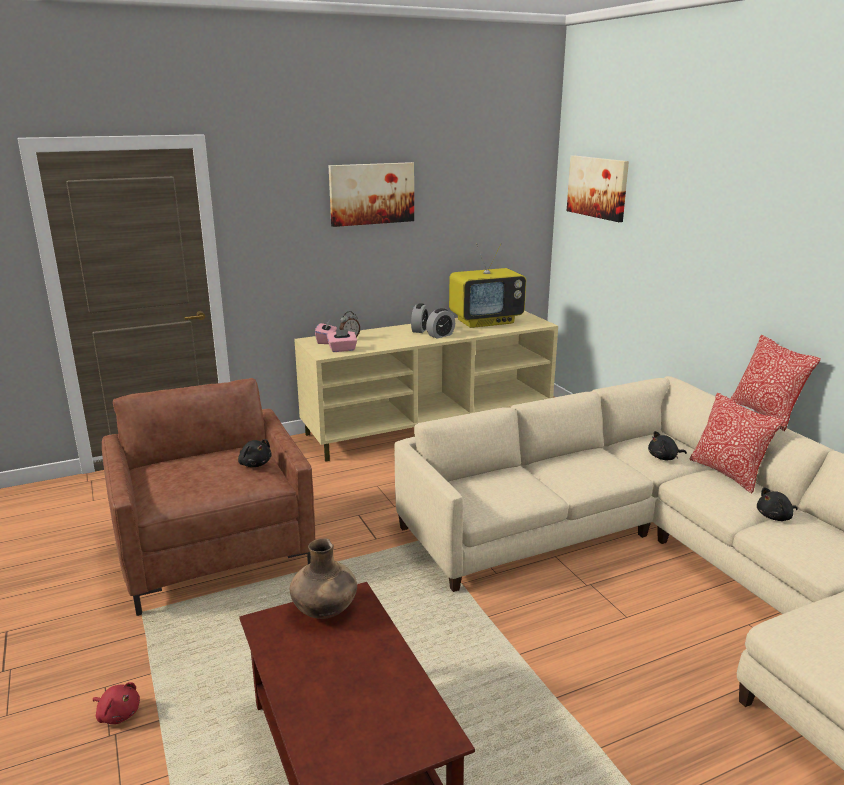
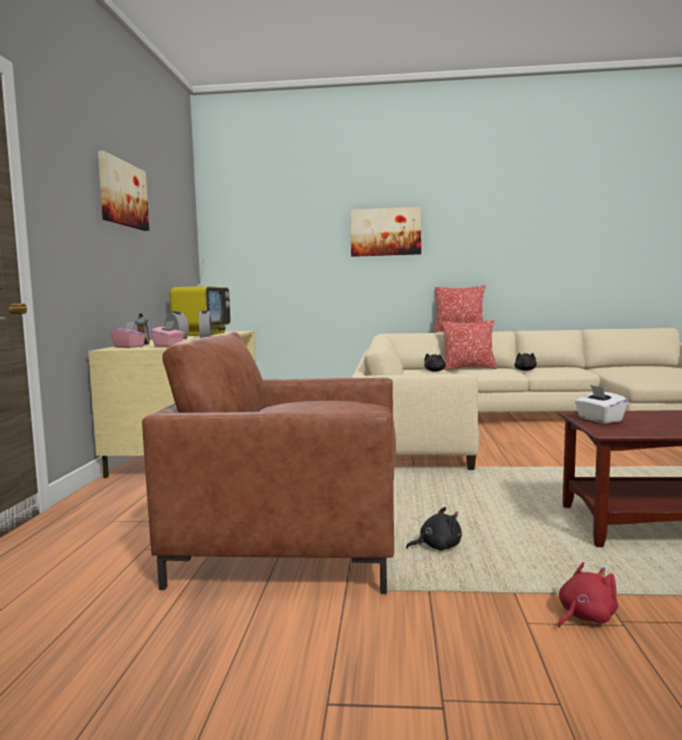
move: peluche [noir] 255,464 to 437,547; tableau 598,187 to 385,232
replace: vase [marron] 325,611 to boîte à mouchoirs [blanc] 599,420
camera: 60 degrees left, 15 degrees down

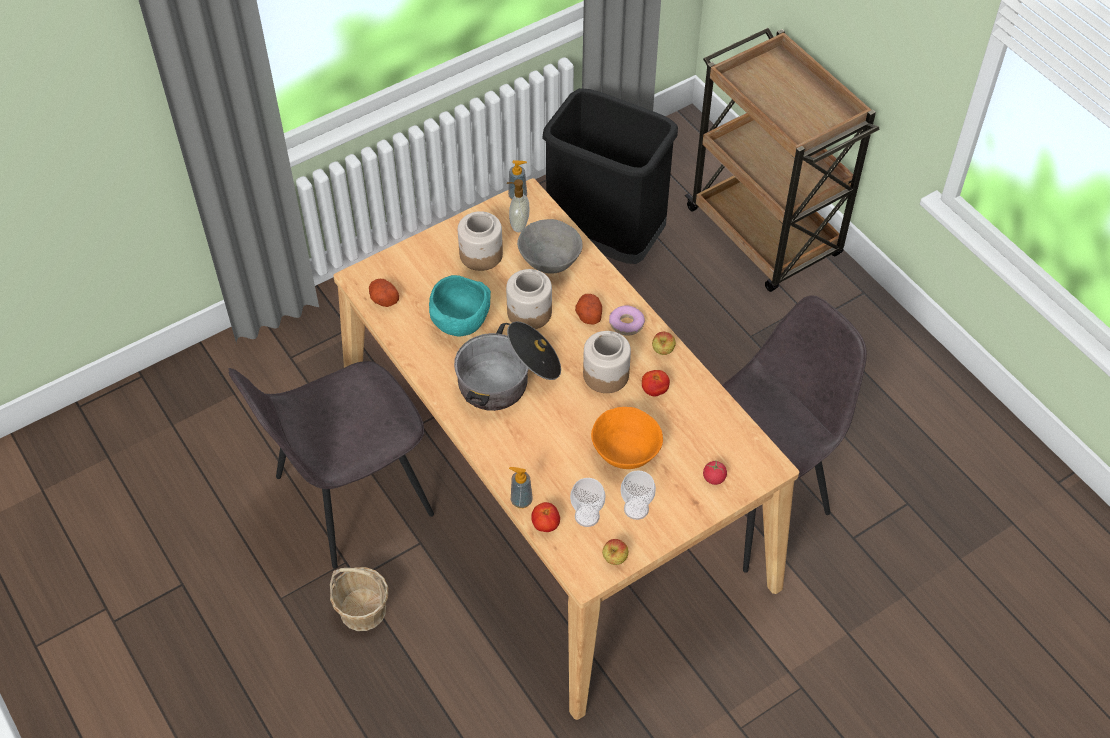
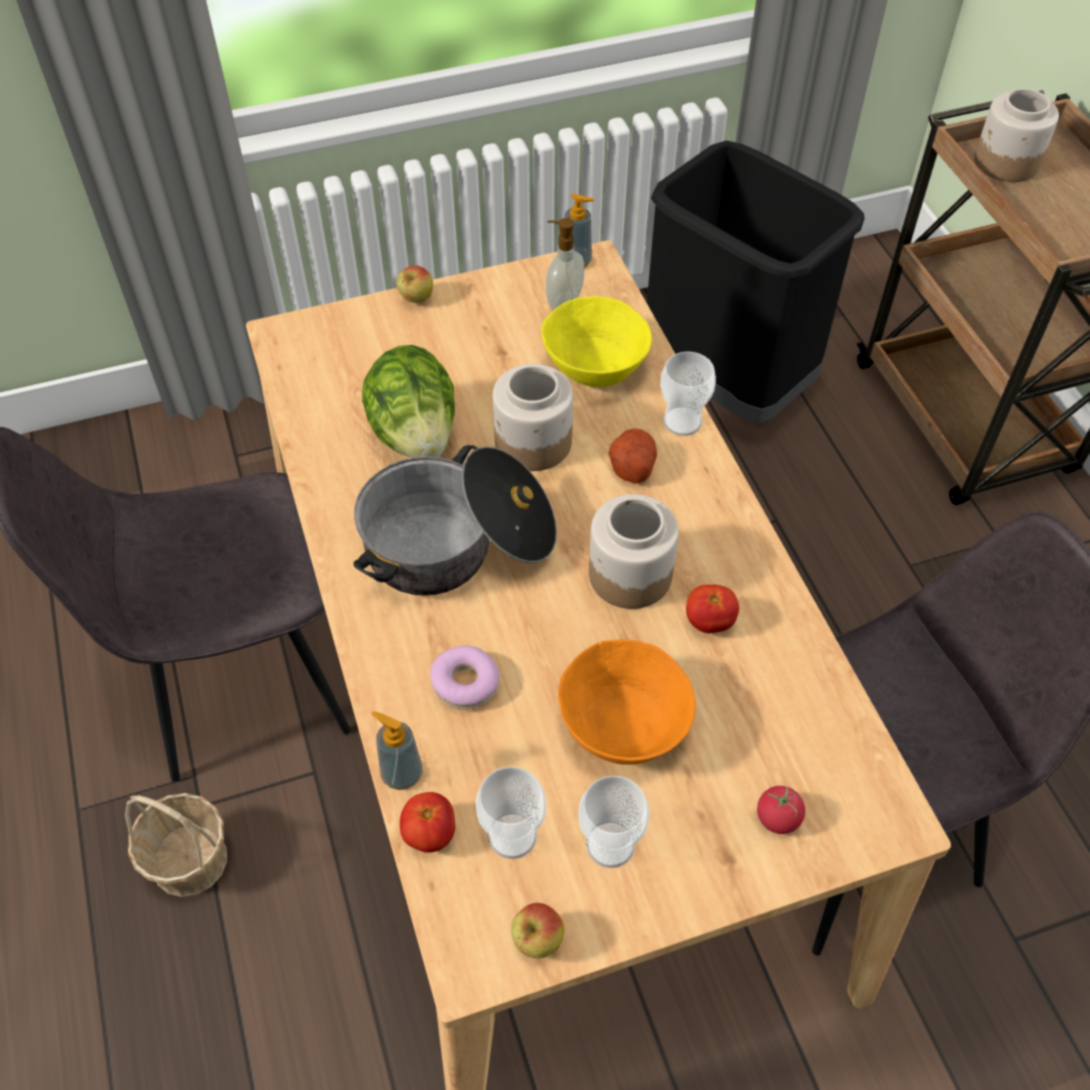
delete: pomme de terre 383,299
insert: tasse 682,421
move: bocal 481,255 to 1006,163; beignet 626,324 to 465,683; pomme 663,351 to 416,299
replace: bol [turquoise] 461,322 to laitue 415,434
recolor: bol [gris] 550,260 to bol [jaune] 596,367
camera: 15 degrees right, 0 degrees up

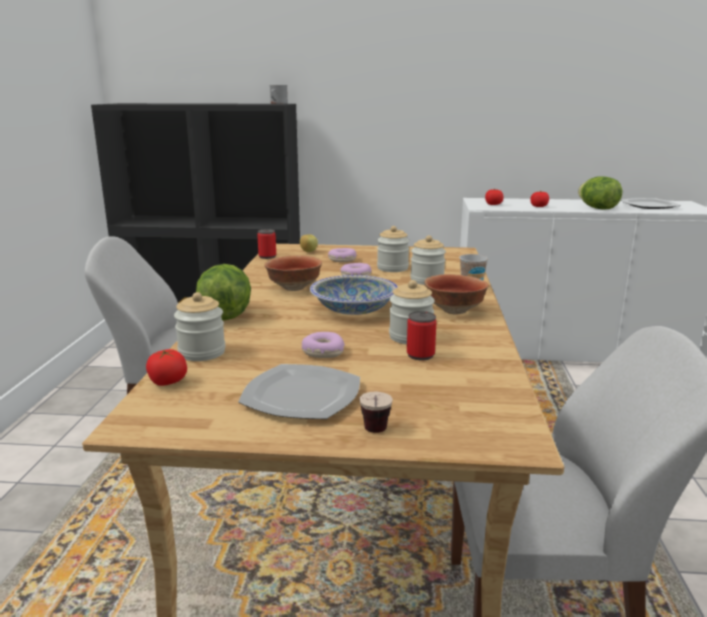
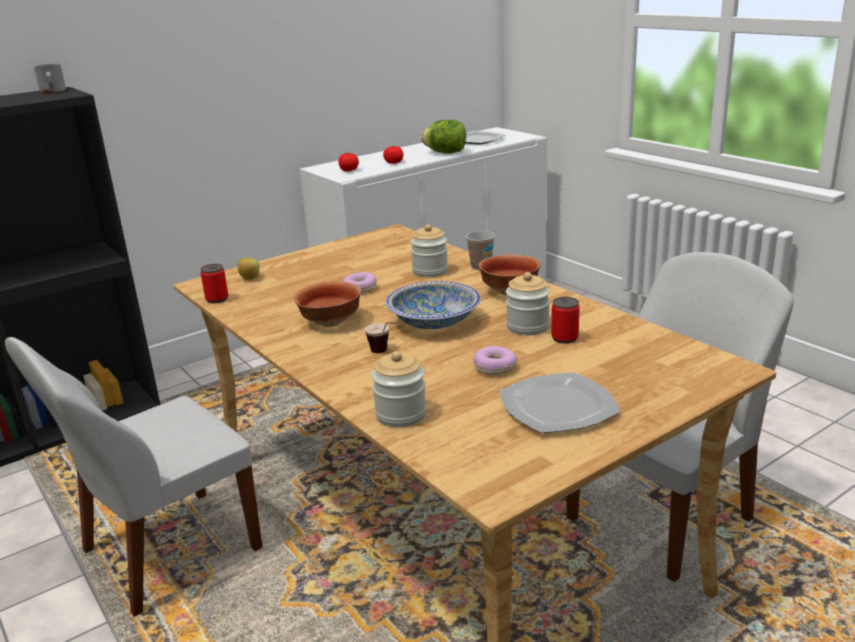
delete: tomate 168,382; laitue 225,315; beignet 342,260; bocal 392,268
move: tasse 375,435 to 384,353
camera: 40 degrees left, 5 degrees up

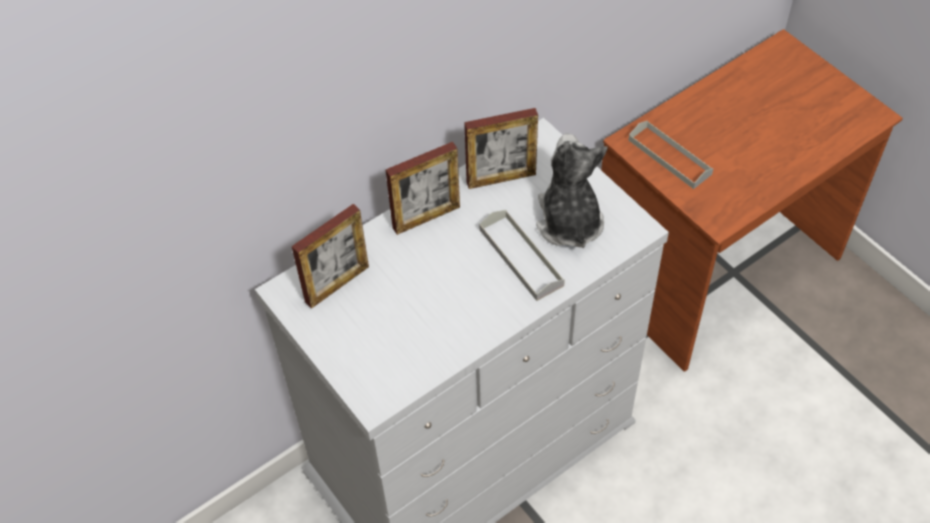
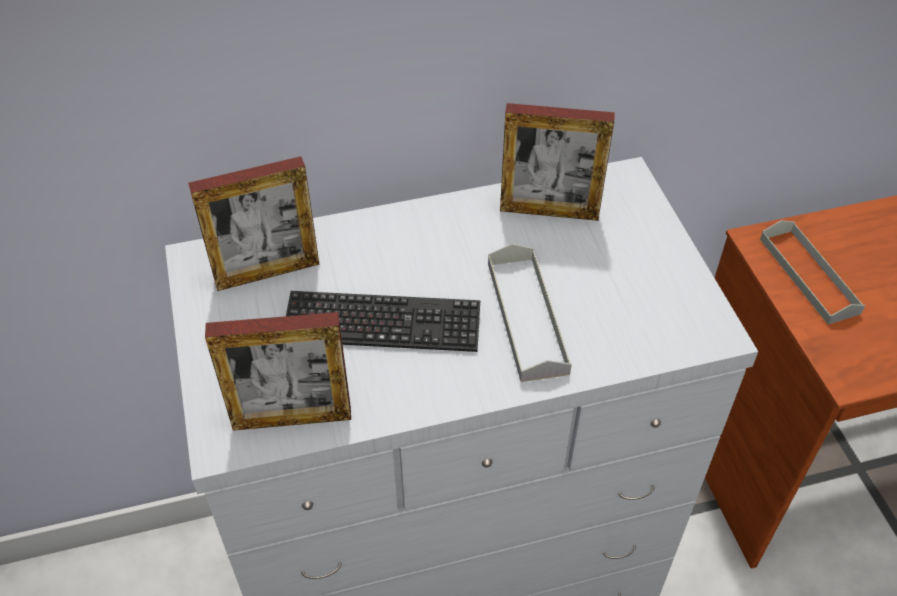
delete: peluche 569,221
insert: clavier 382,324
move: cadre photo 426,217 to 292,418
camera: 20 degrees right, 5 degrees down

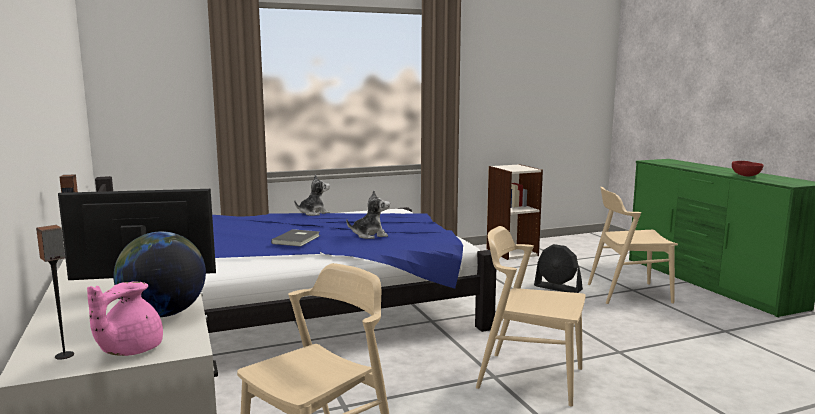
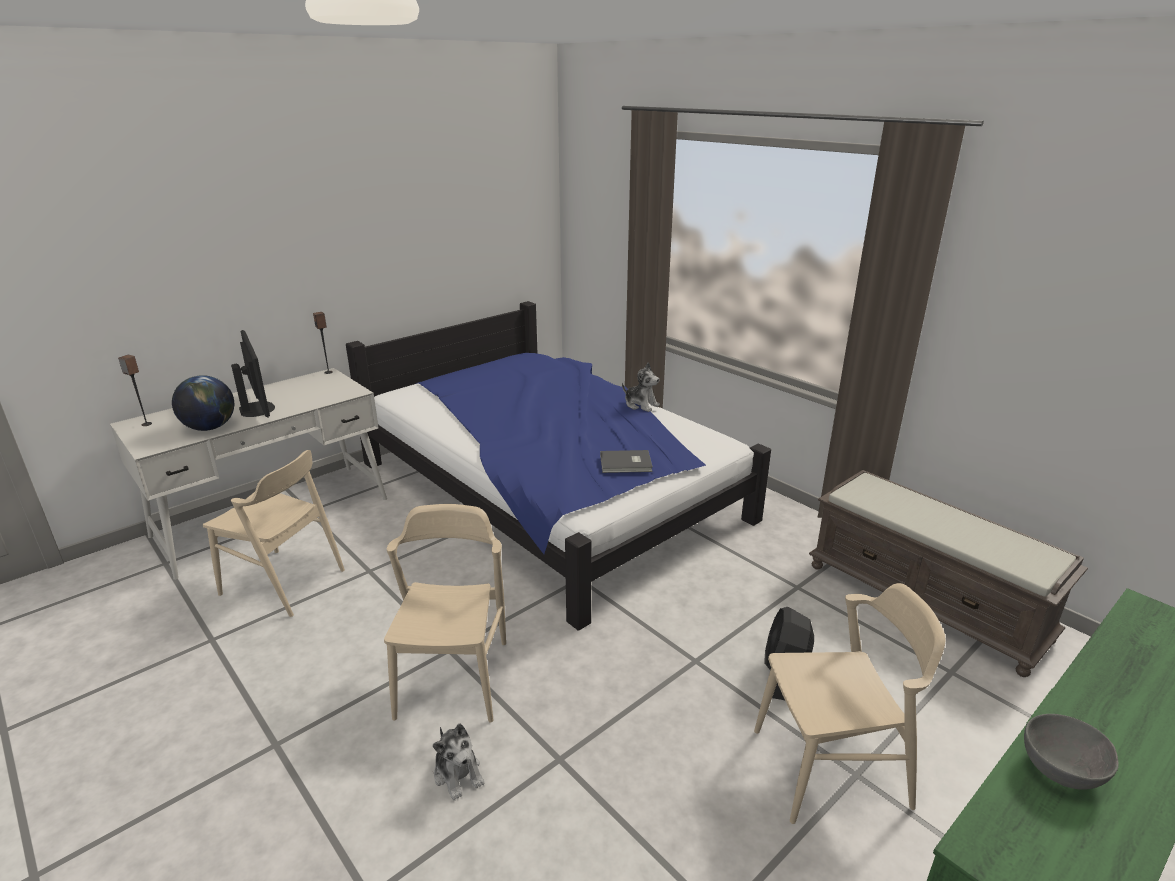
delete: théière [rose] 129,350
move: livre [gris] 297,239 to 626,464; peluche 370,235 to 458,773
replace: bibliothèque 511,252 to banc [marron] 926,601
recolor: bol [rouge] 746,176 to bol [gris] 1063,771
rotate: chaise [beige] 628,293 = 831,768 105 degrees clockwise
camera: 70 degrees right, 15 degrees up

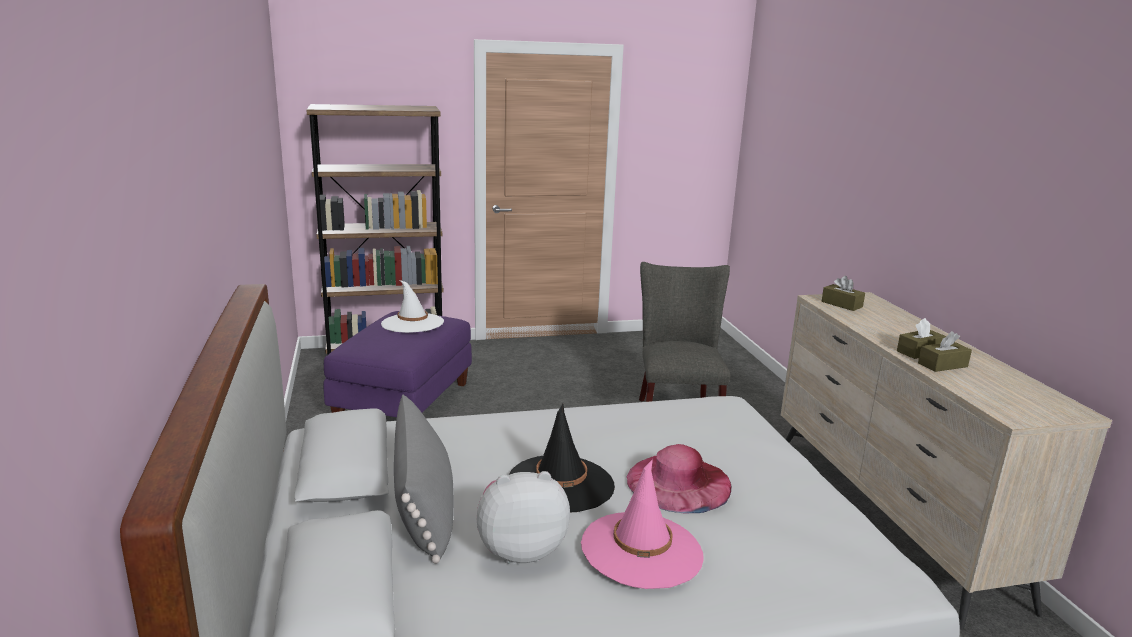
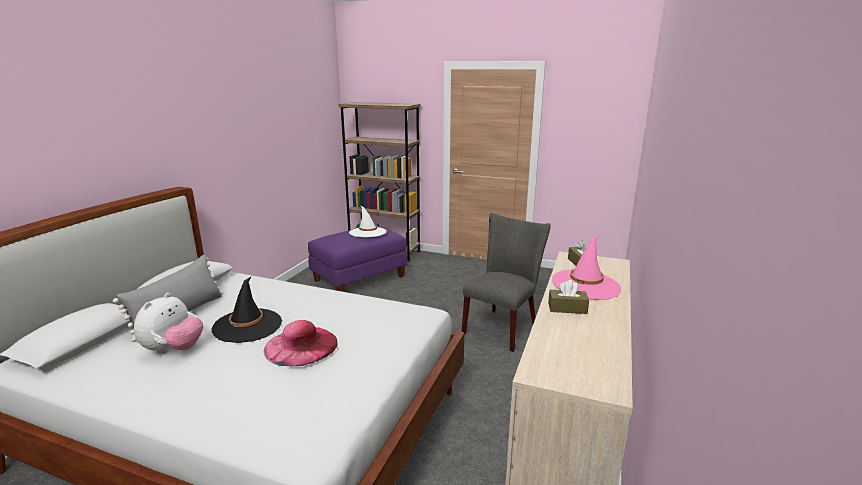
delete: boîte à mouchoirs [marron] 942,365
move: chapeau [rose] 641,550 to 586,285
rotate: peluche 520,550 = 174,350 90 degrees clockwise
camera: 35 degrees right, 0 degrees up

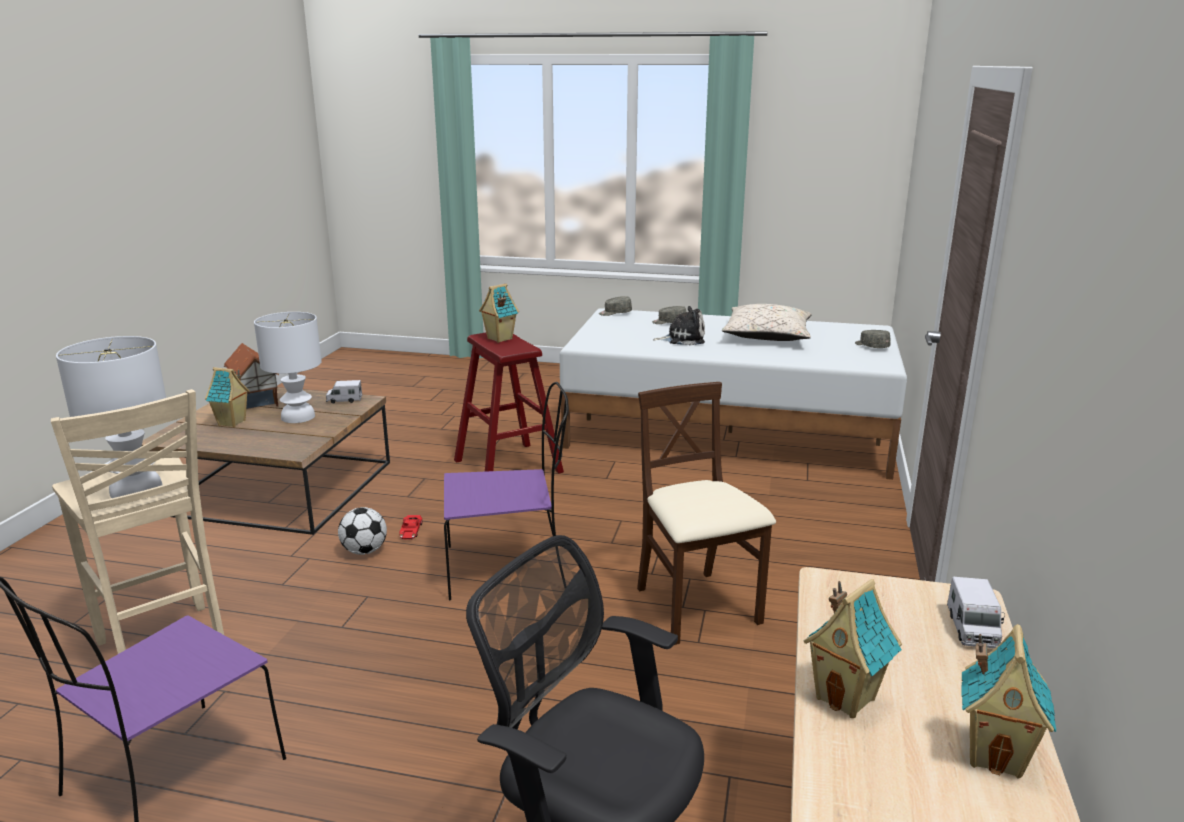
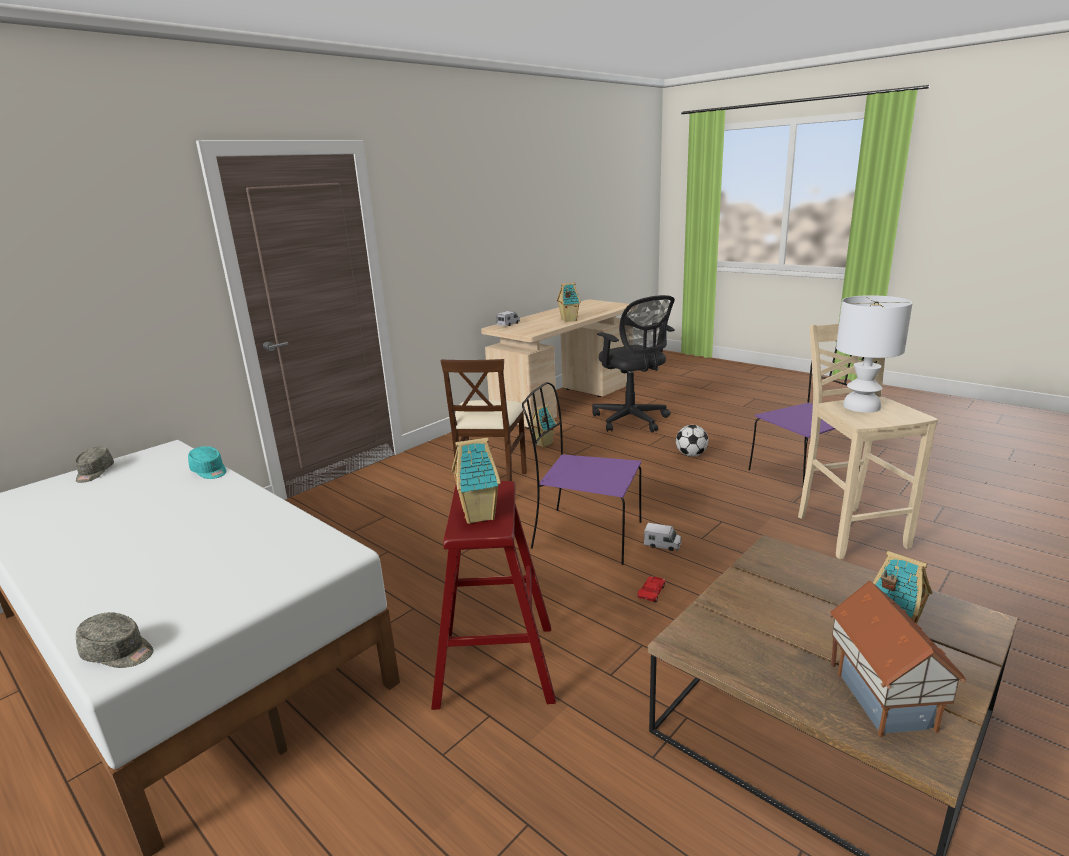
delete: lampe de table [blanc] 298,417; casquette [gris] 669,323; peluche 683,339; coussin [beige] 767,336
insert: casquette [turquoise] 210,471
move: camion jouet 344,400 to 662,545; ballon de foot 364,551 to 691,455; maison miniature 995,755 to 542,444
camera: 150 degrees left, 0 degrees up

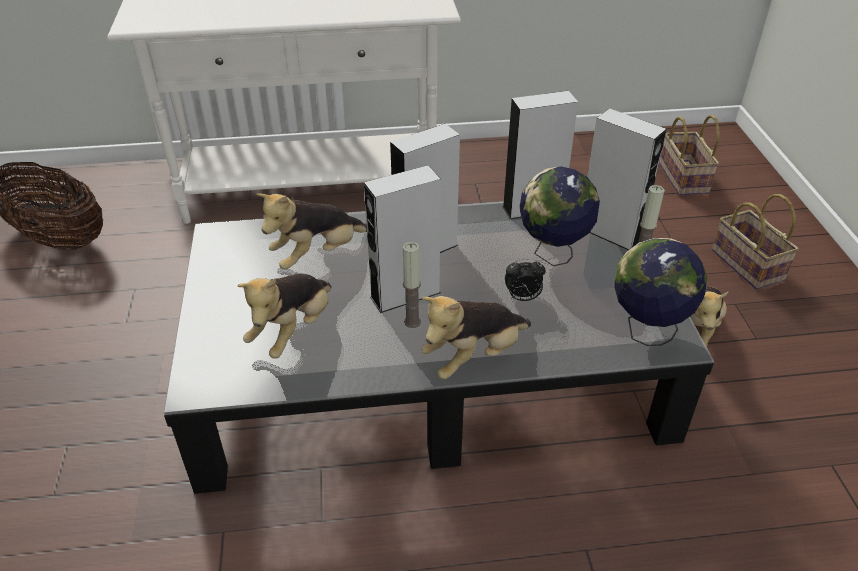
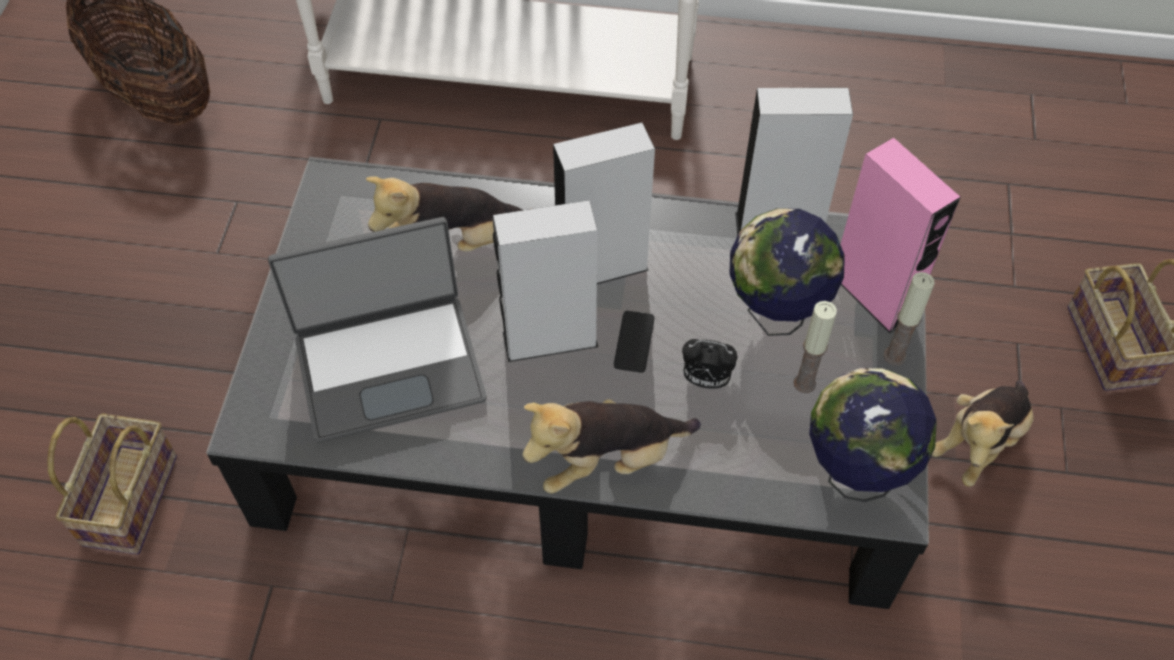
insert: téléphone 634,342
move: bougie 412,322 to 804,383; panier 681,177 to 129,497
replace: peluche 293,331 to ordinateur portable 389,365
recolor: enceinte [gris] 610,233 to enceinte [rose] 872,295
camera: 15 degrees right, 15 degrees up

